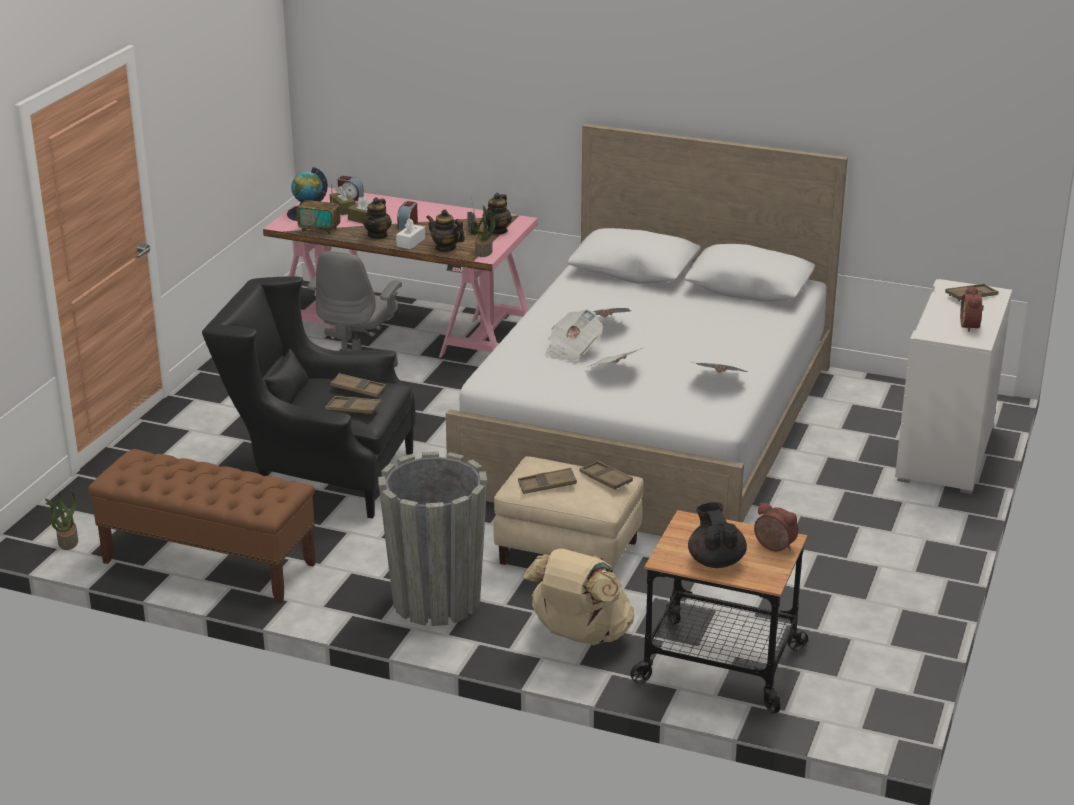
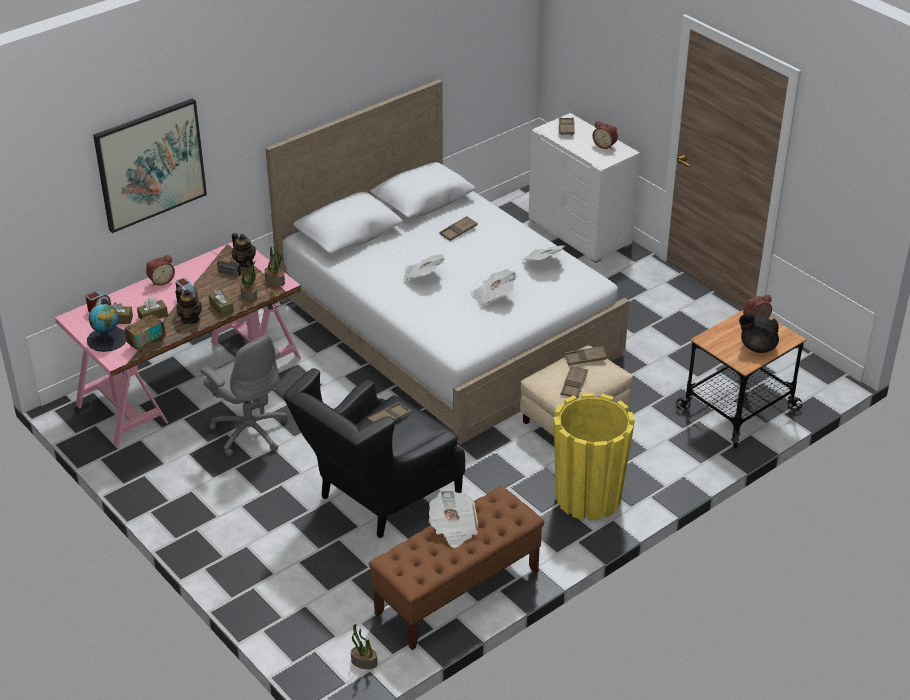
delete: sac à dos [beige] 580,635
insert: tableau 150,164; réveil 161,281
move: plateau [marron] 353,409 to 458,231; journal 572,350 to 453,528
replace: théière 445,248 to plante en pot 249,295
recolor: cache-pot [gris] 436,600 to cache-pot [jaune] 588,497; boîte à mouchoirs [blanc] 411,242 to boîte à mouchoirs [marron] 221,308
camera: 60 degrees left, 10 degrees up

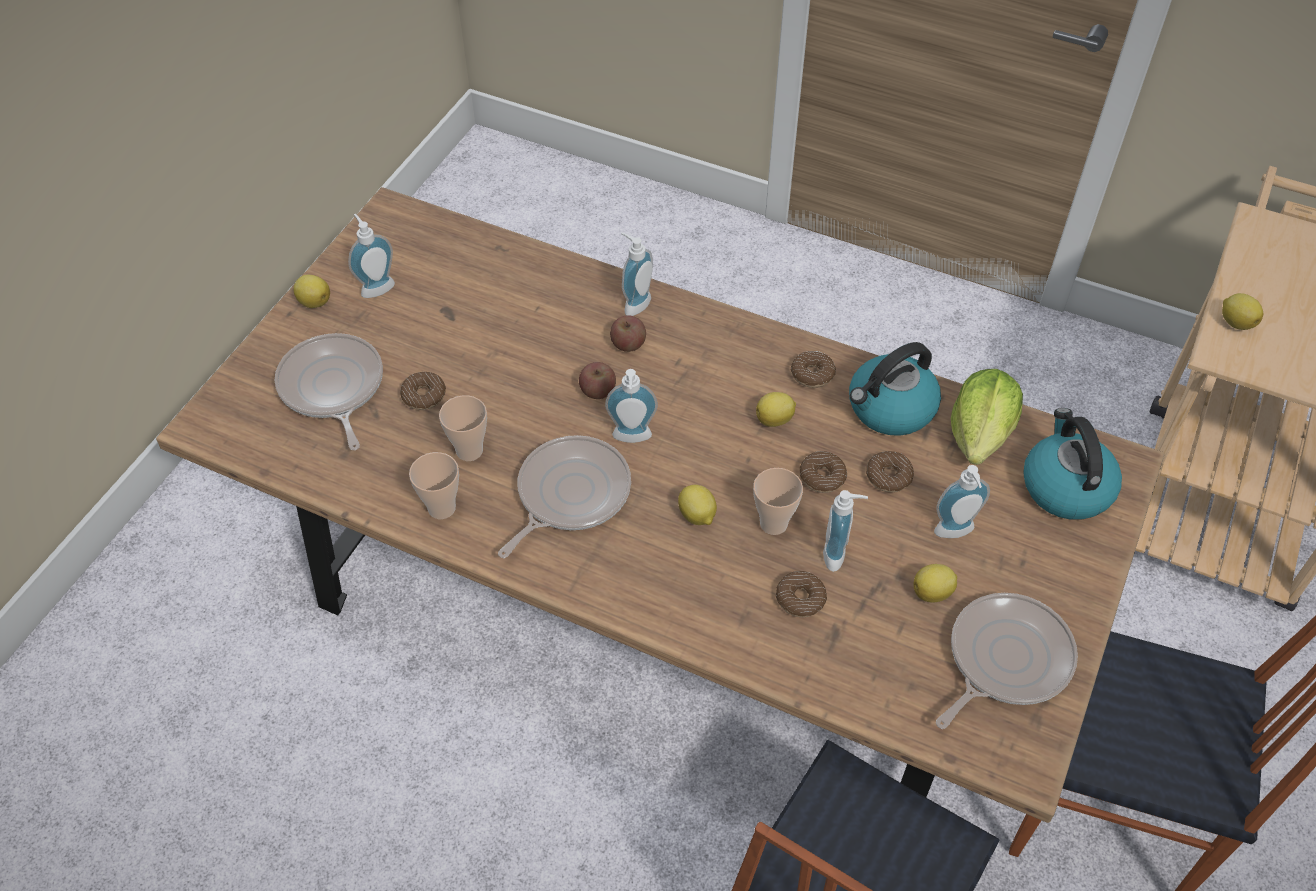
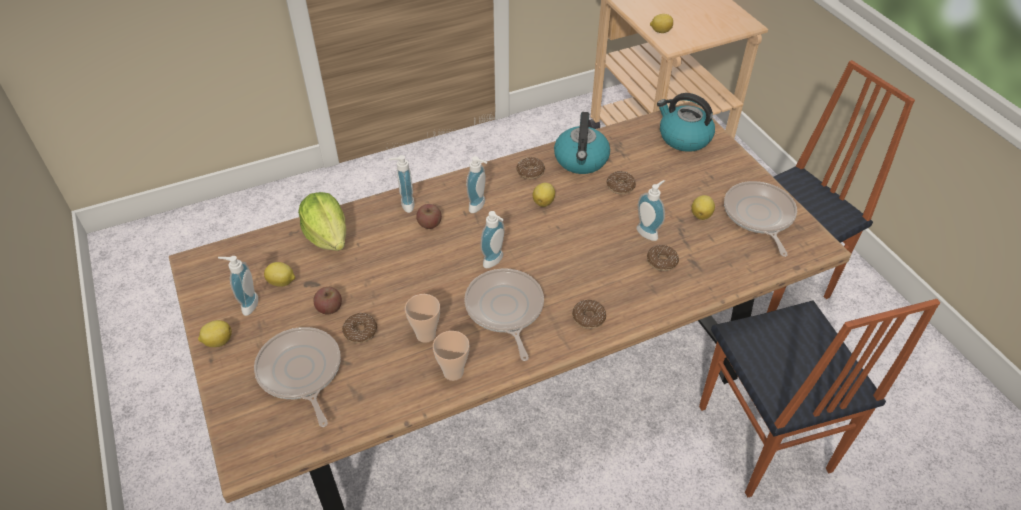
delete: tasse 773,523
move: pomme 598,391 to 329,308; citron 697,516 to 282,282; beignet 822,477 to 588,318; distributeur de savon 955,533 to 479,206; laitue 980,435 to 328,236
rotate: poêle 332,388 = 301,372 45 degrees clockwise
camera: 50 degrees left, 5 degrees down

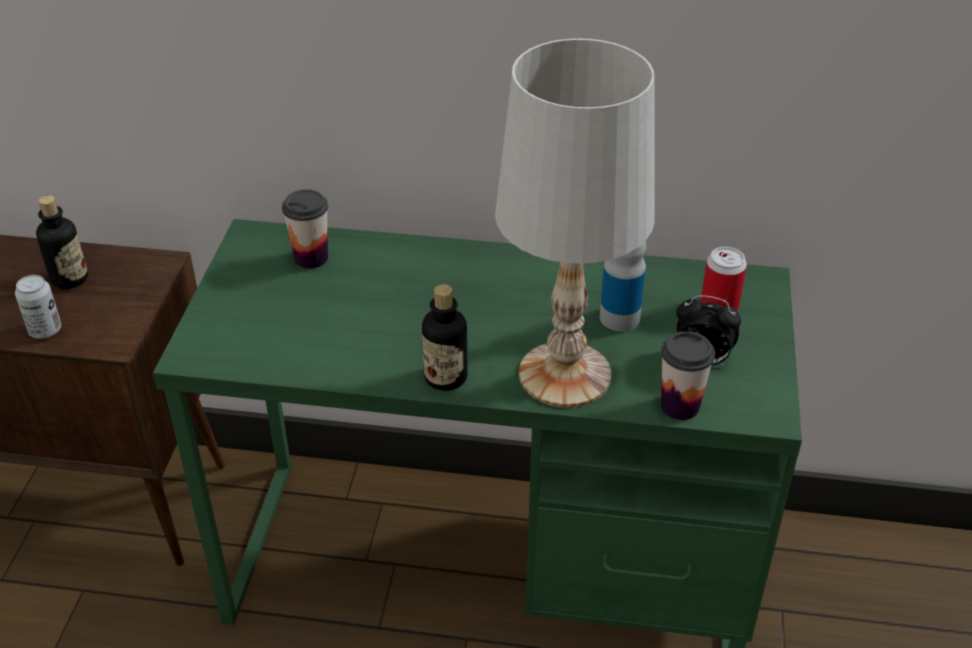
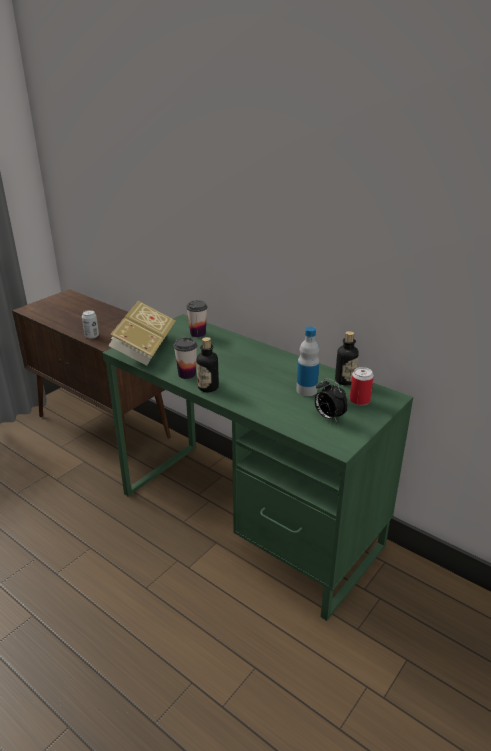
delete: lampe de table [blanc] 566,374
insert: livre 144,348
move: bouteille 69,279 to 345,380; tasse 680,406 to 187,374
camera: 30 degrees right, 10 degrees down

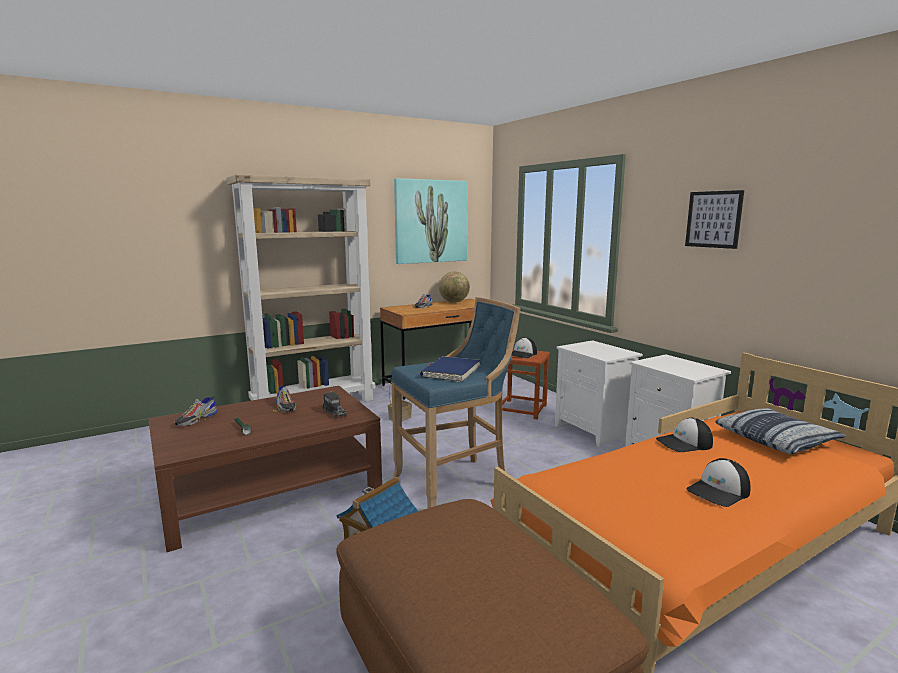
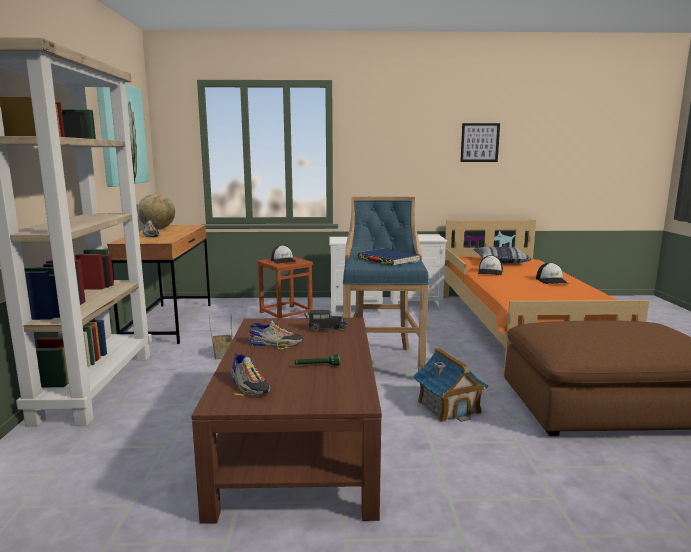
move: tableau 713,219 to 479,142
camera: 60 degrees left, 0 degrees up

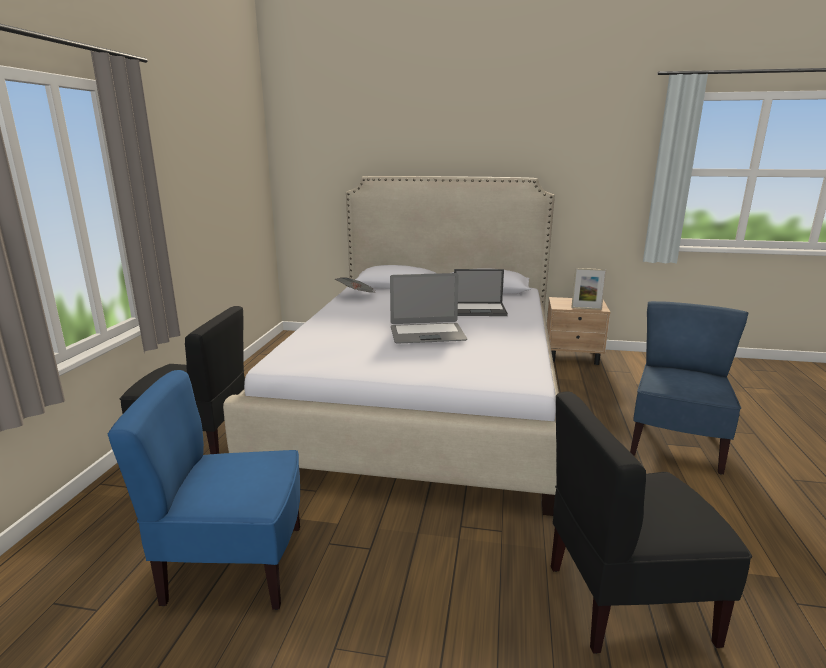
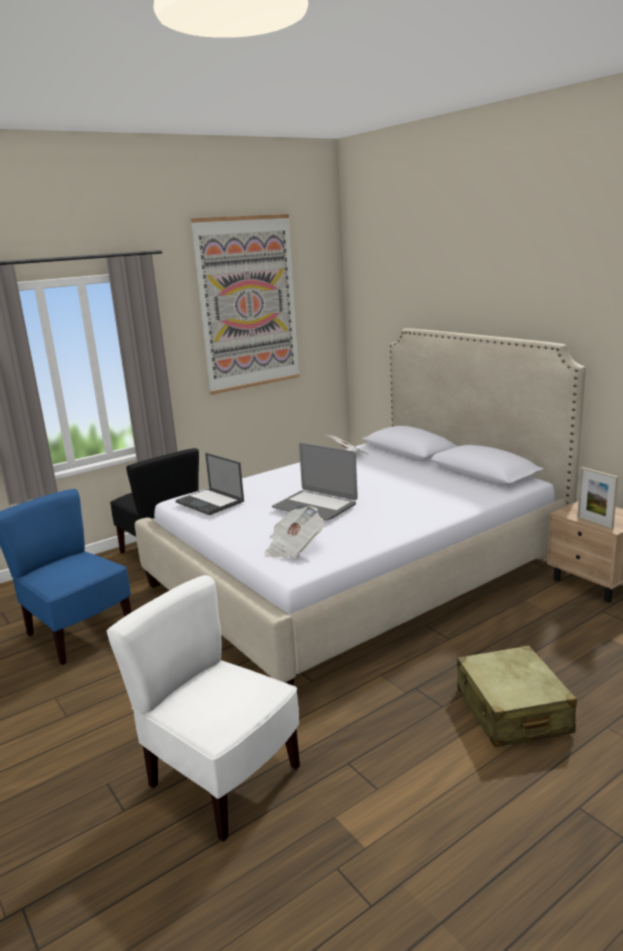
insert: tableau 248,304; journal 294,548
move: ordinateur portable 480,310 to 210,502
replace: chaise [bleu] 674,445 to valise [beige] 512,711
recolor: chaise [noir] 626,602 to chaise [blanc] 222,779
camera: 45 degrees right, 0 degrees up

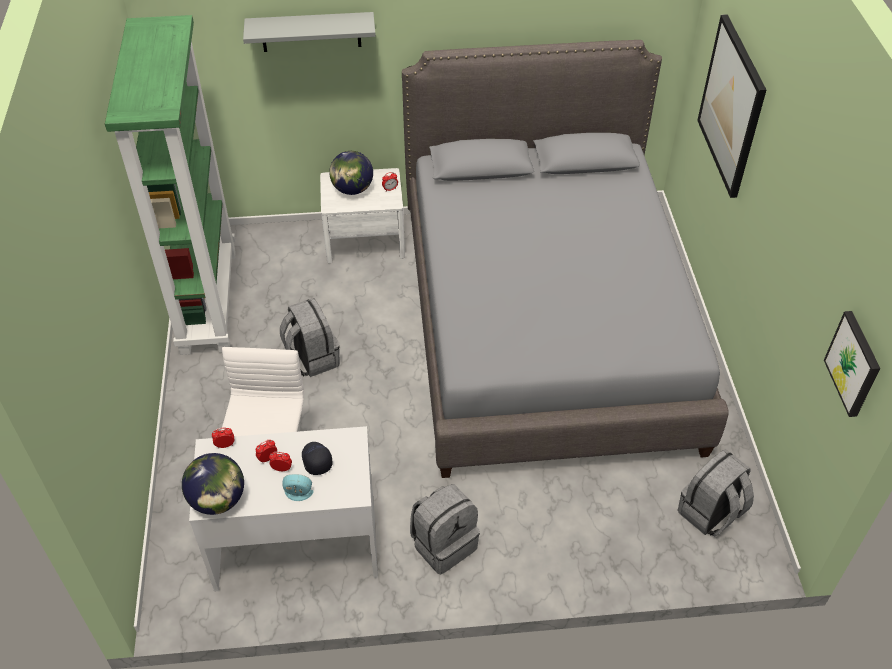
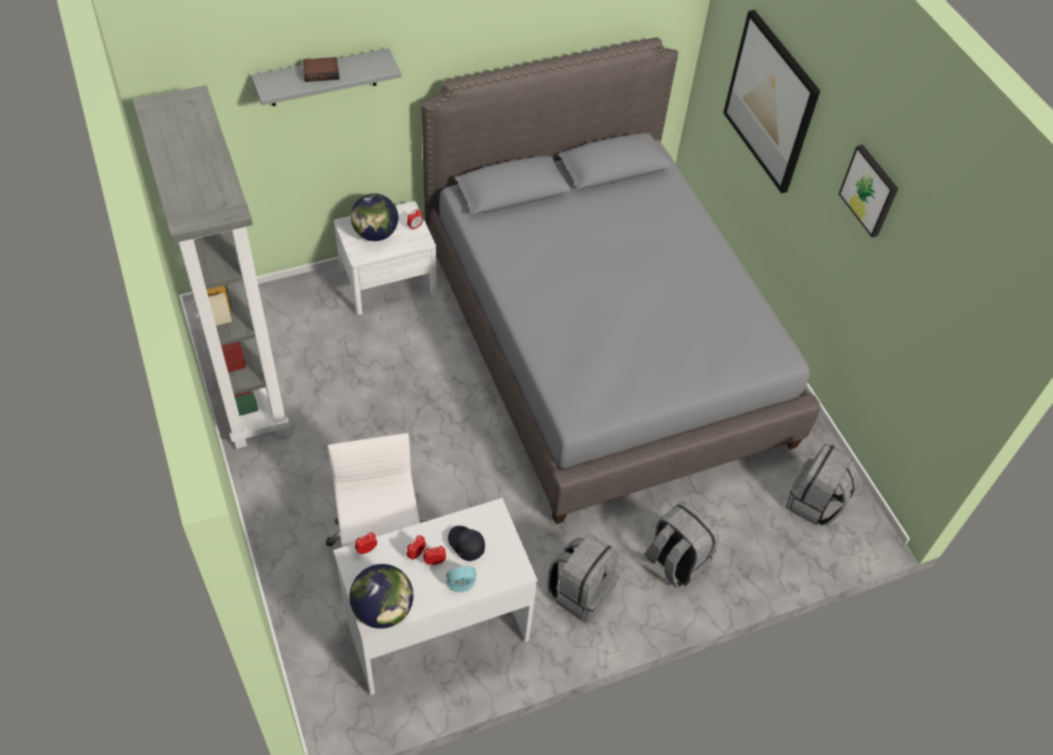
insert: livre 321,72
move: sac à dos [gris] 312,358 to 675,561; tableau 854,363 to 870,190
recolor: bibliothèque [vert] 207,300 to bibliothèque [gris] 242,380
camera: 20 degrees left, 5 degrees up

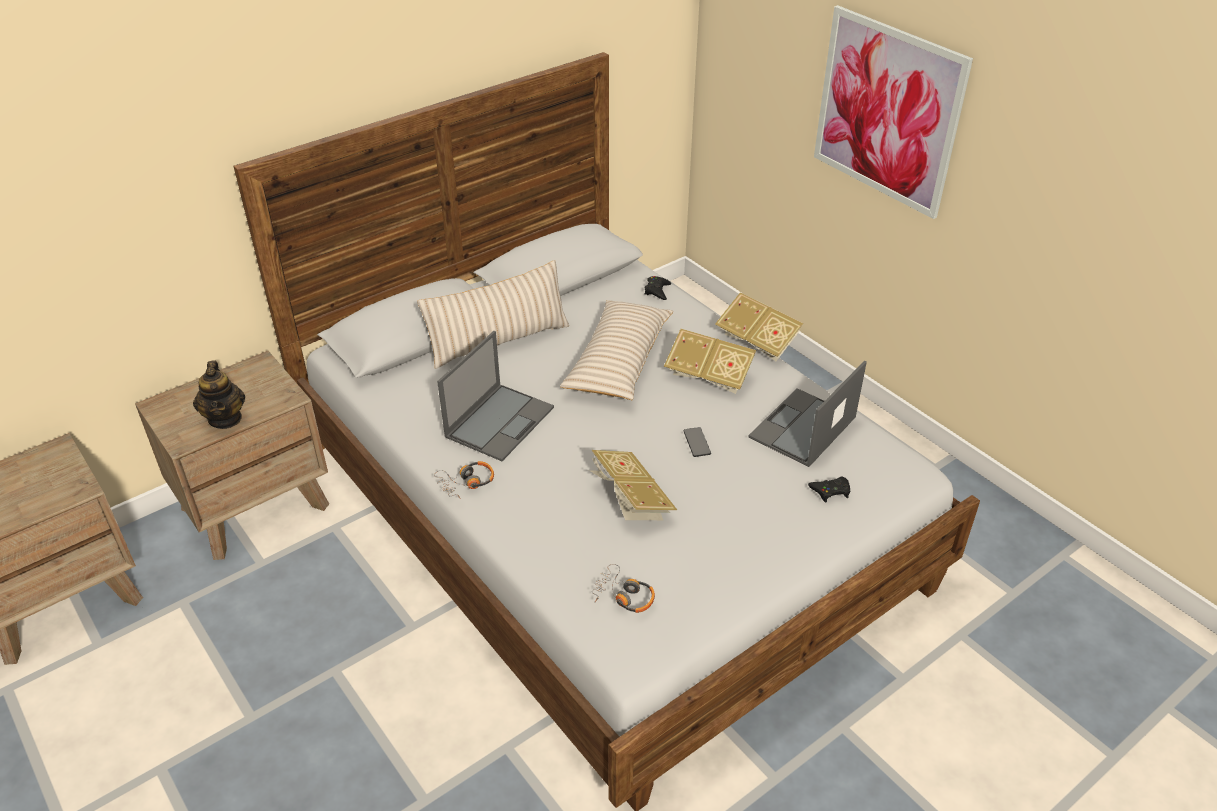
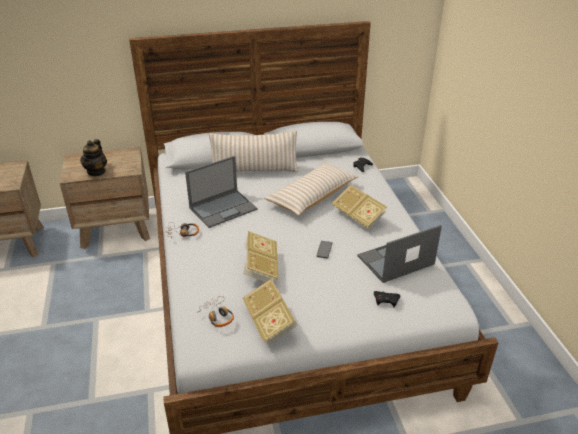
delete: tableau 887,111
move: livre 757,341 to 270,322
camera: 25 degrees right, 5 degrees down

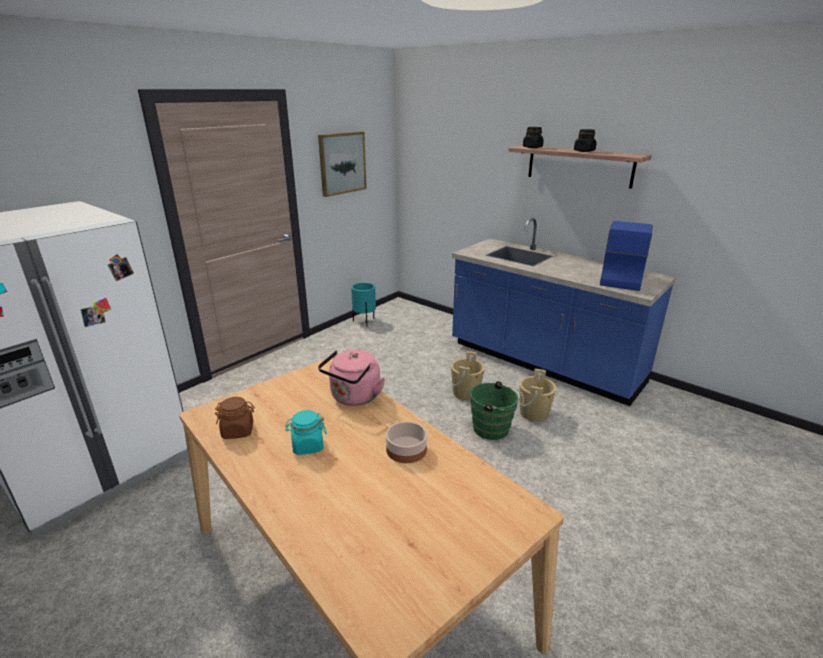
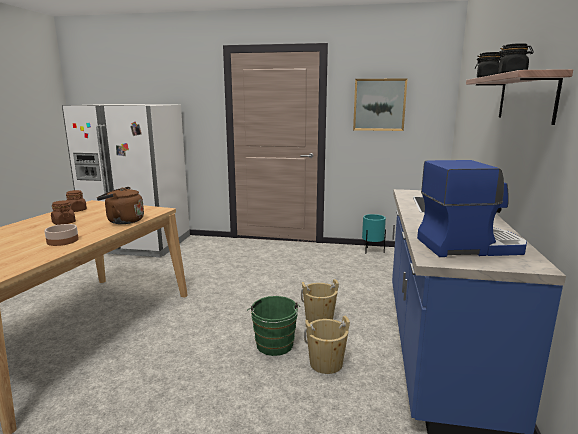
recolor: bocal [turquoise] 307,446 to bocal [marron] 63,223; bouilloire [rose] 354,397 to bouilloire [marron] 123,221
camera: 60 degrees right, 10 degrees down

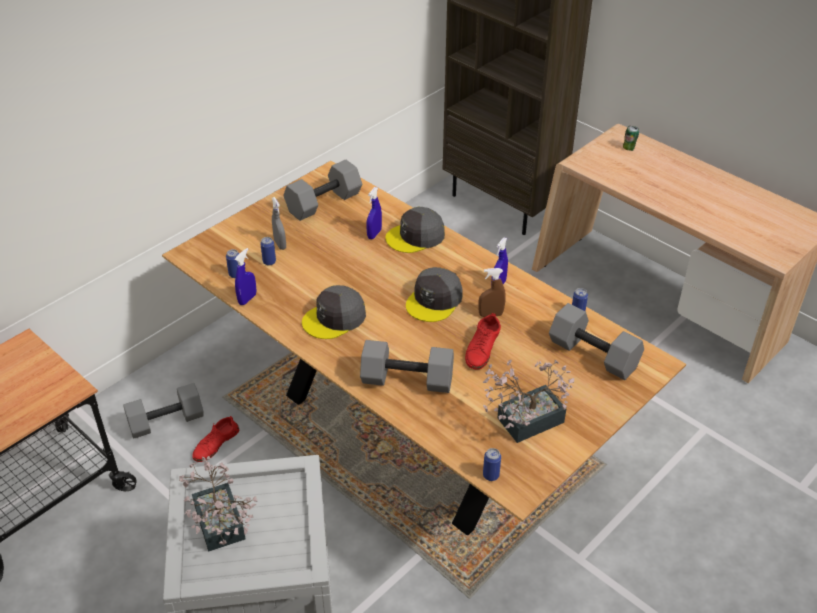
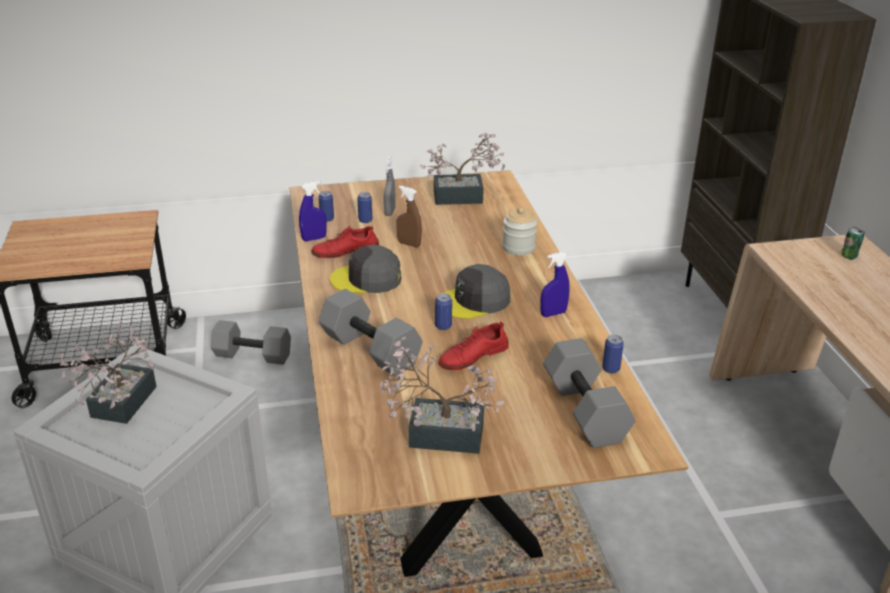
delete: vaporisateur [bleu] 374,234
move: chaussure [rouge] 216,444 to 345,251; vaporisateur [marron] 490,315 to 409,244; boîte métallique 491,475 to 443,326
replace: haltère [gris] 324,203 to plante en pot 464,197; casquette [gris] 416,236 to bocal 518,248
camera: 35 degrees right, 10 degrees down

